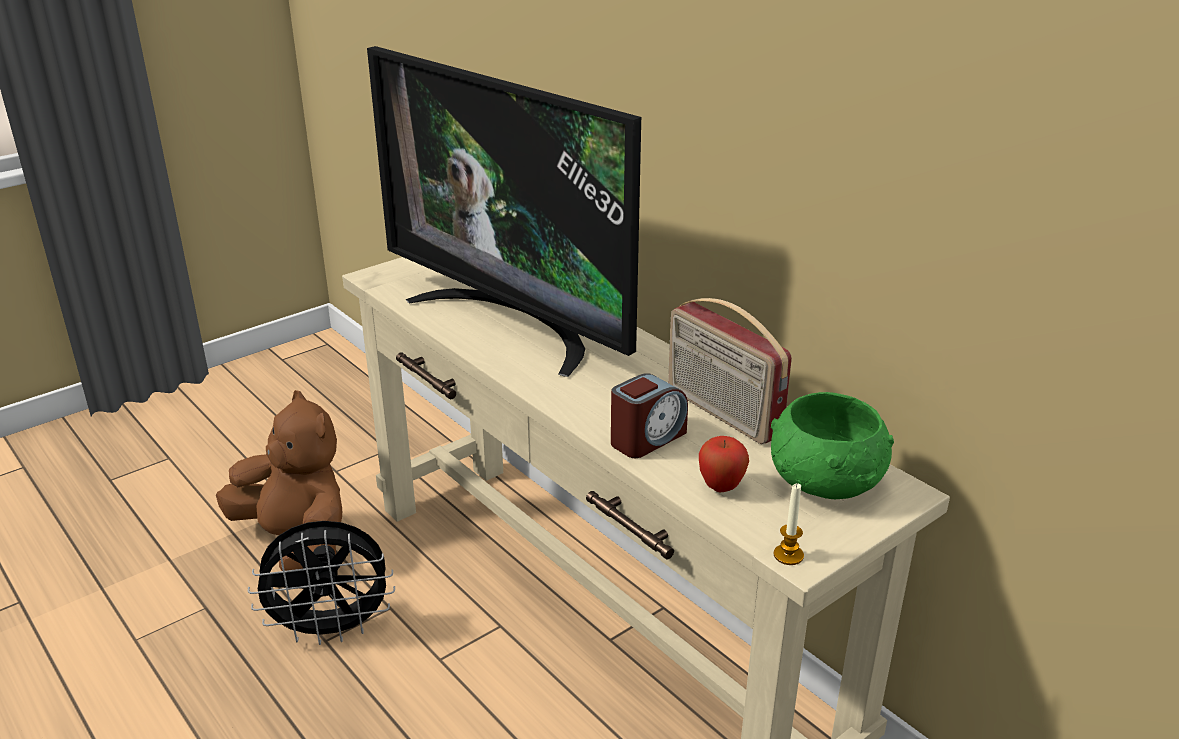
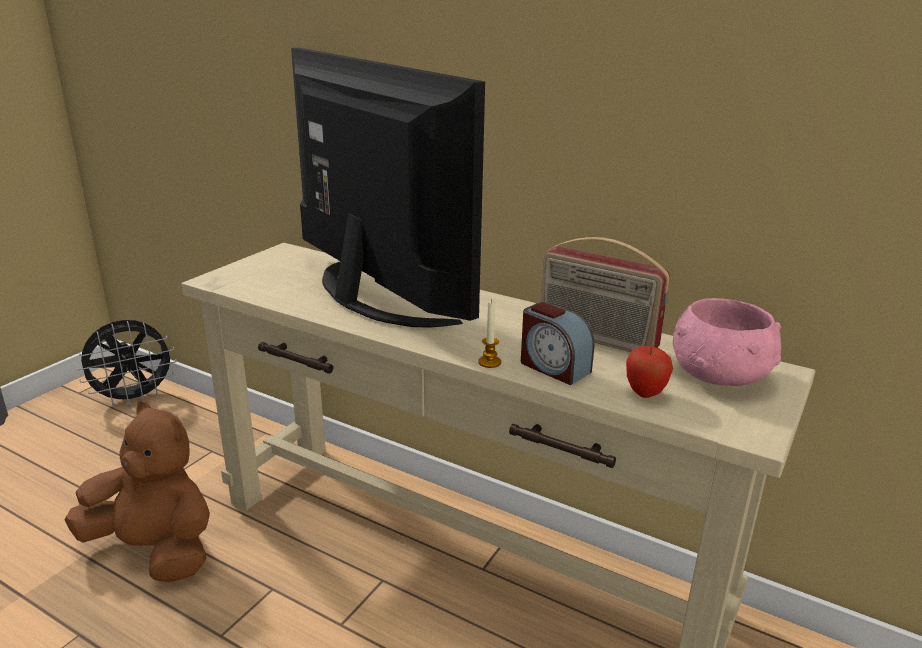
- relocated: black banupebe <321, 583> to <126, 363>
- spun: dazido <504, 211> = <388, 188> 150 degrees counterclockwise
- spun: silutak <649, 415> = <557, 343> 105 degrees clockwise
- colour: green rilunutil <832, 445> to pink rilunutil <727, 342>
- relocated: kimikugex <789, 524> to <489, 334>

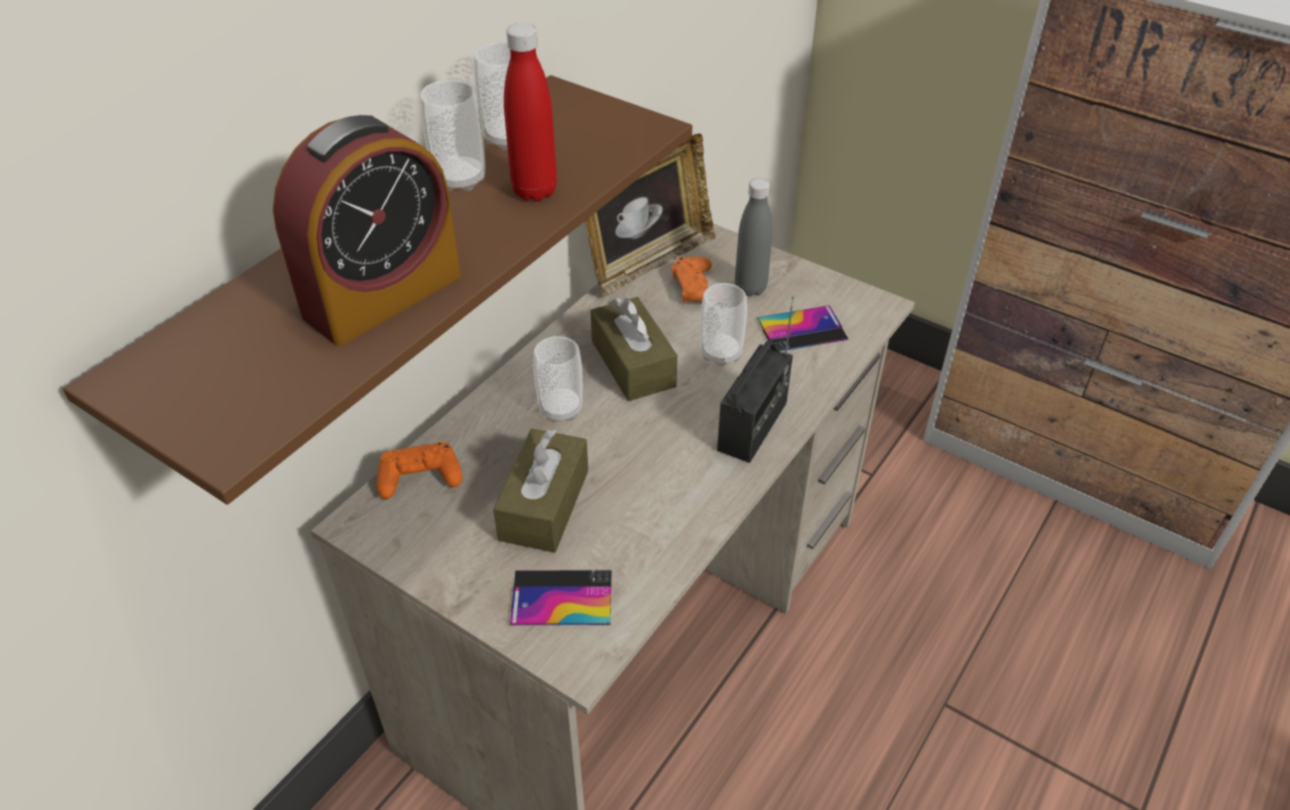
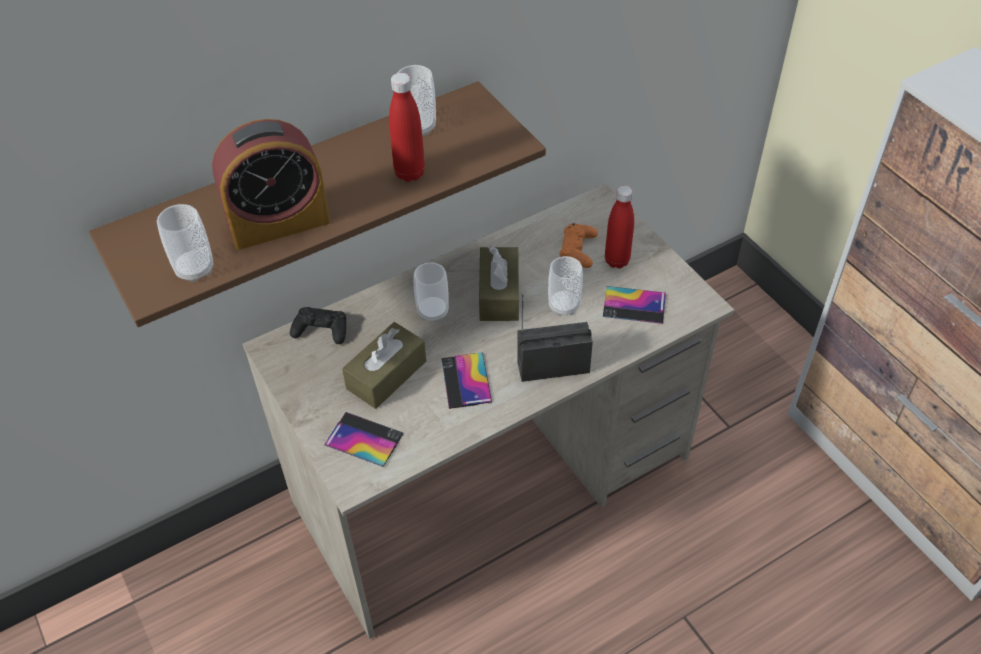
- colour: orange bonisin <419, 470> to black bonisin <318, 325>
- relocated: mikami <453, 135> to <185, 243>
- missing: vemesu <650, 215>
- spun: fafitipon <755, 380> = <555, 338> 150 degrees counterclockwise
- colour: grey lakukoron <753, 237> to red lakukoron <619, 227>
- appeared: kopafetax <466, 380>

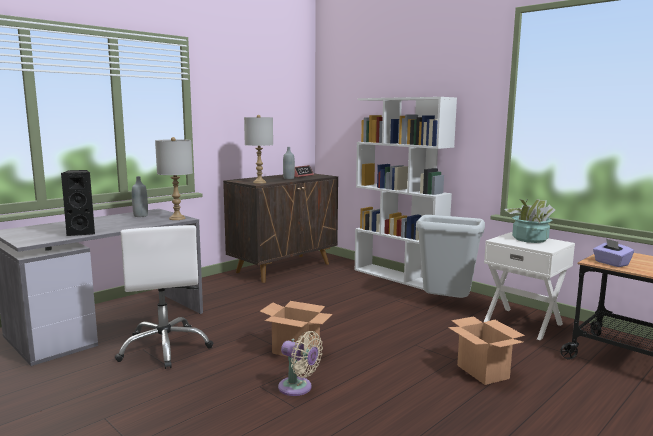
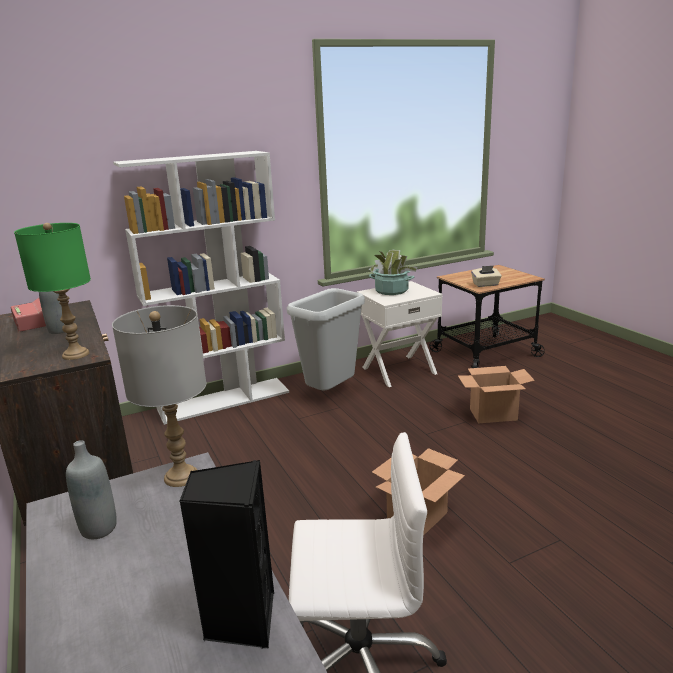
- colour: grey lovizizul <258, 149> to green lovizizul <52, 291>
- missing: beige banupebe <300, 363>
- colour: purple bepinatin <613, 253> to beige bepinatin <486, 276>

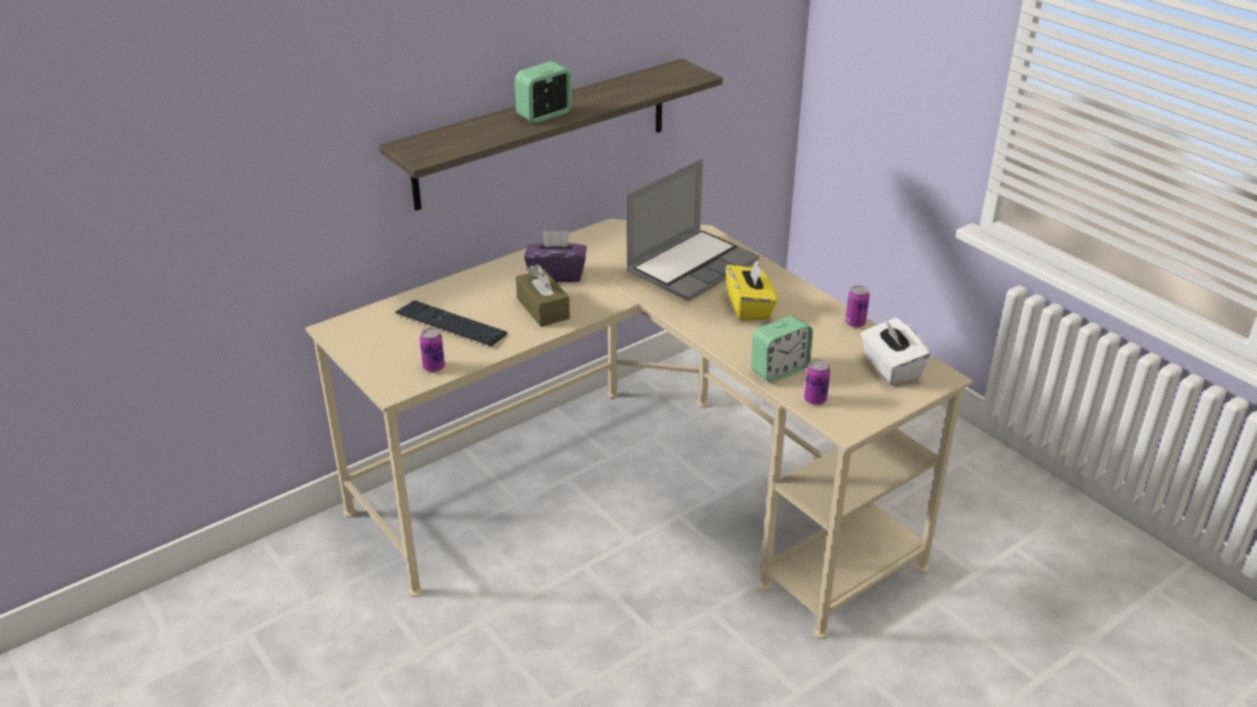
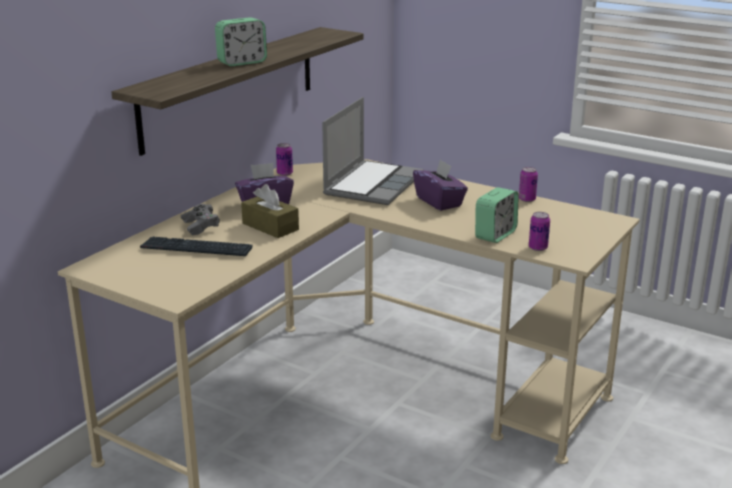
- relocated: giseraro <432, 350> to <284, 159>
- spun: silutak <543, 92> = <241, 42> 150 degrees counterclockwise
- colour: yellow bepinatin <751, 290> to purple bepinatin <440, 185>
- missing: white bepinatin <896, 351>
- appeared: grey bonisin <200, 219>

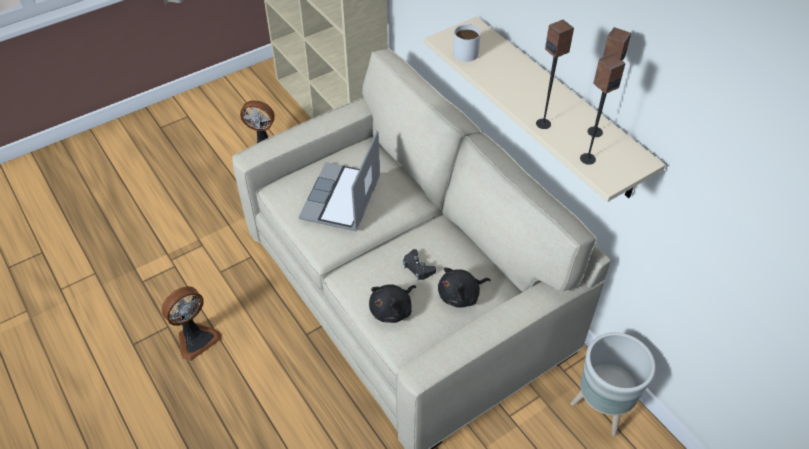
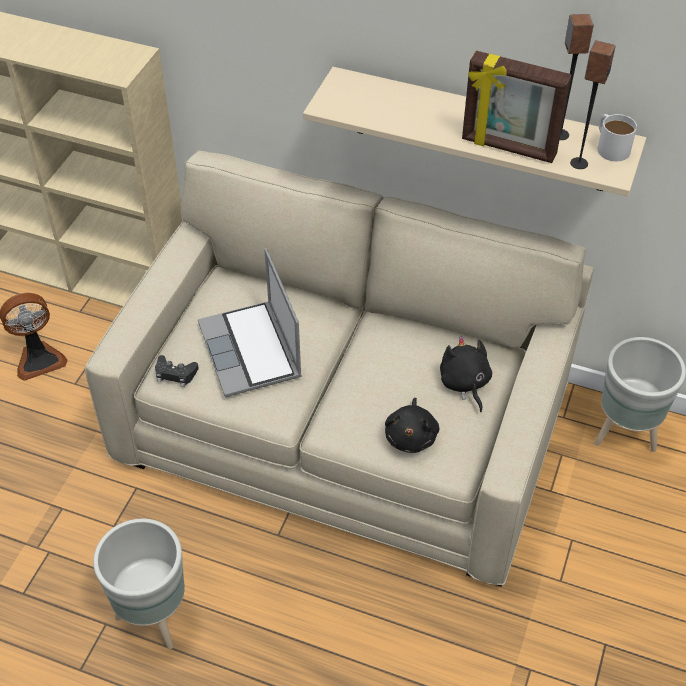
- exchanged: banupebe <191, 323> to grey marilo <139, 583>
- relocated: black bonisin <419, 265> to <177, 371>
- spun: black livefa <464, 287> = <466, 374> 135 degrees clockwise
- relocated: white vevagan <467, 43> to <617, 137>
- exchanged: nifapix <555, 74> to vemesu <517, 107>

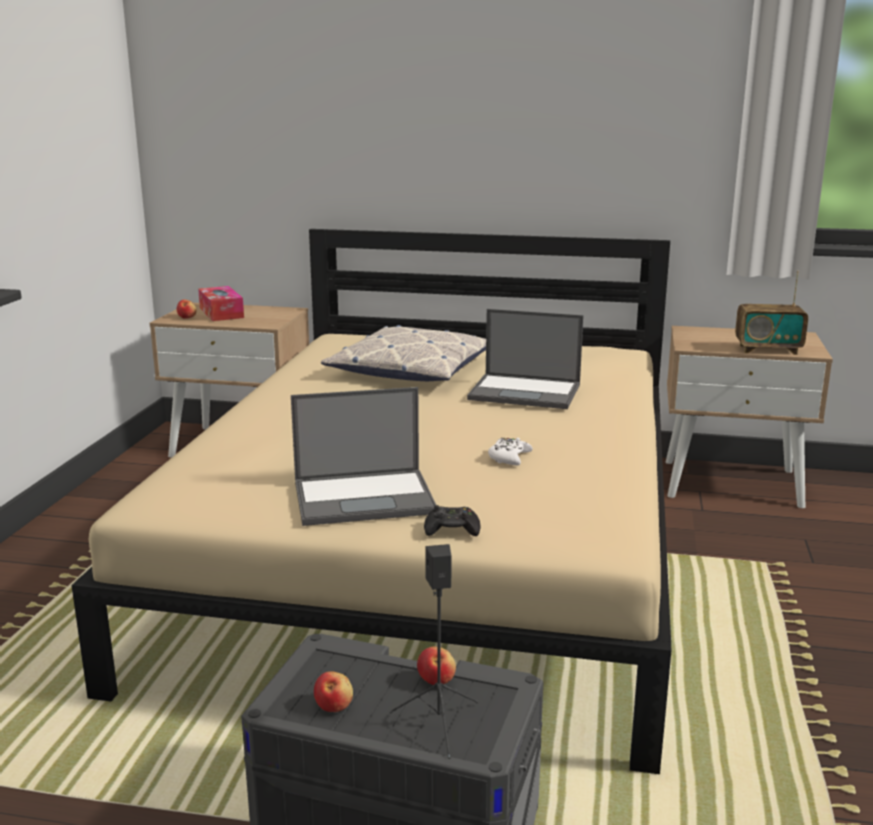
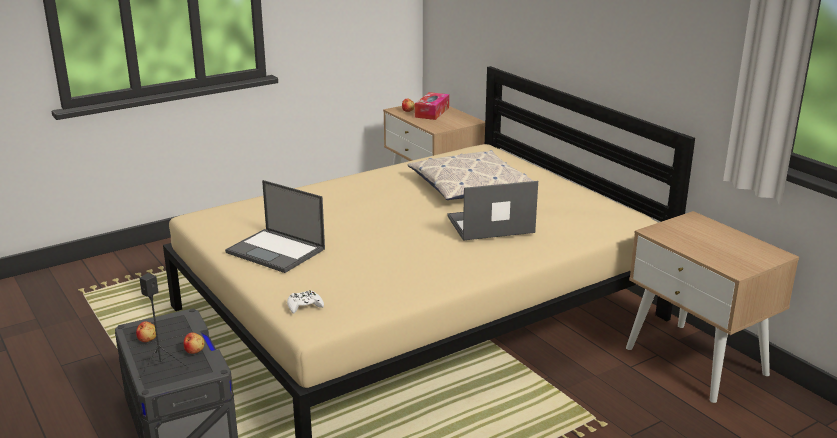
- missing: black bonisin <452, 520>
- spun: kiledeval <525, 359> = <492, 211> 105 degrees clockwise
- relocated: white bonisin <510, 452> to <305, 302>
- missing: fafitipon <771, 313>

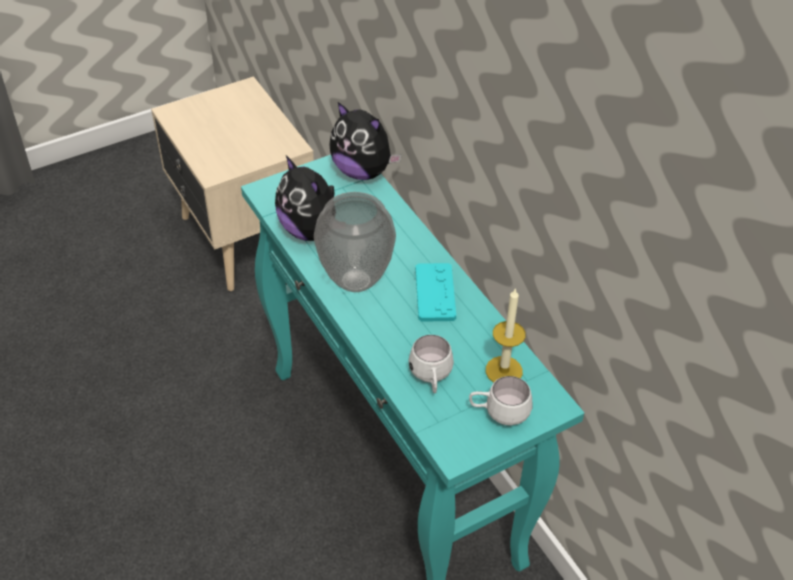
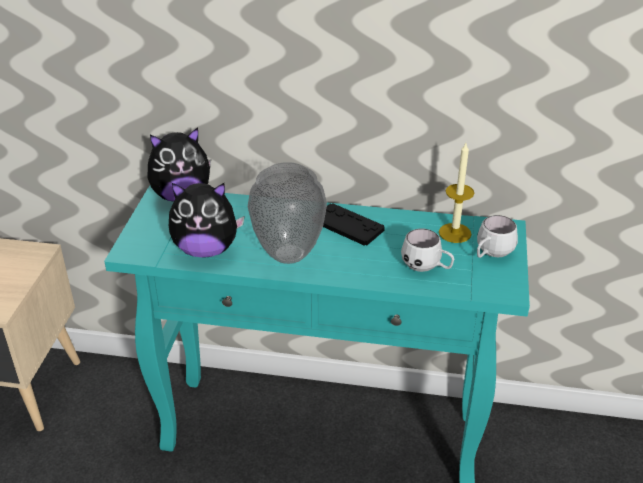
- colour: turquoise bonisin <435, 292> to black bonisin <354, 224>

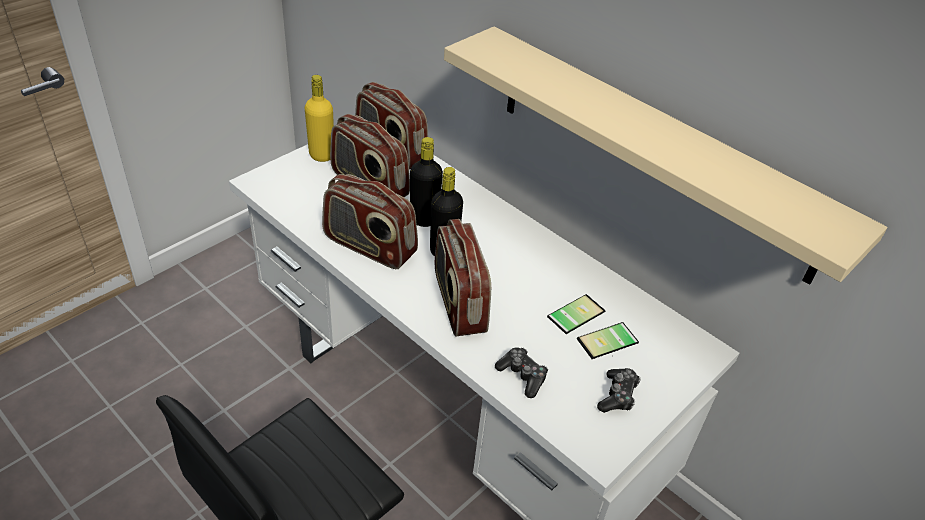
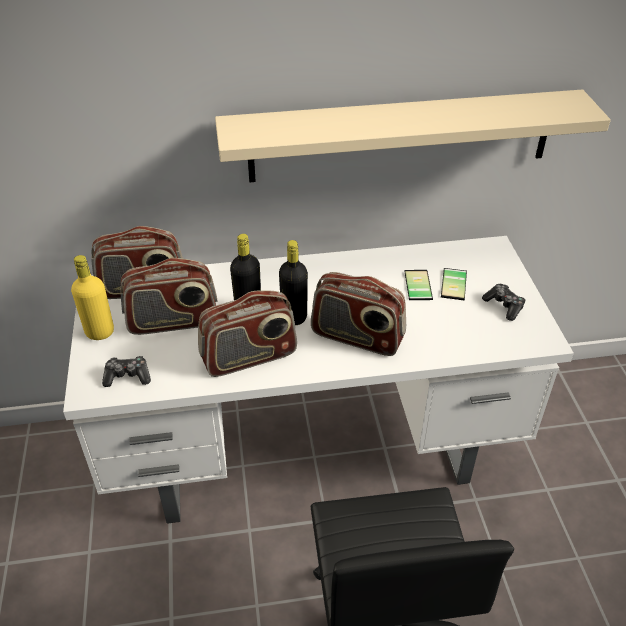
- relocated: bonisin <521, 372> to <126, 371>

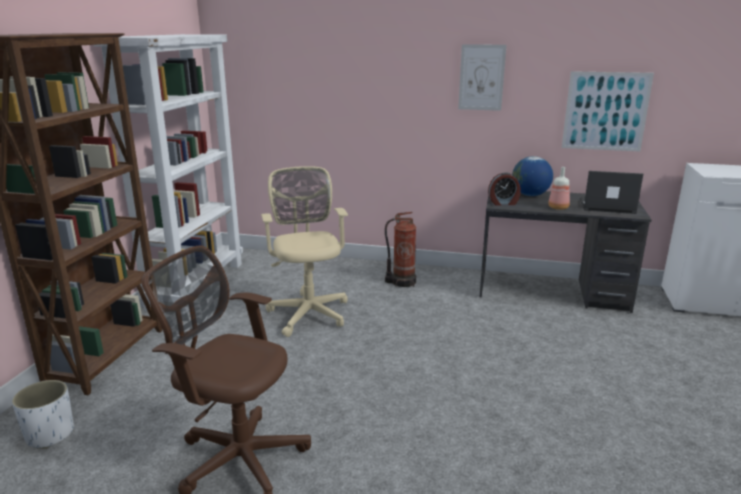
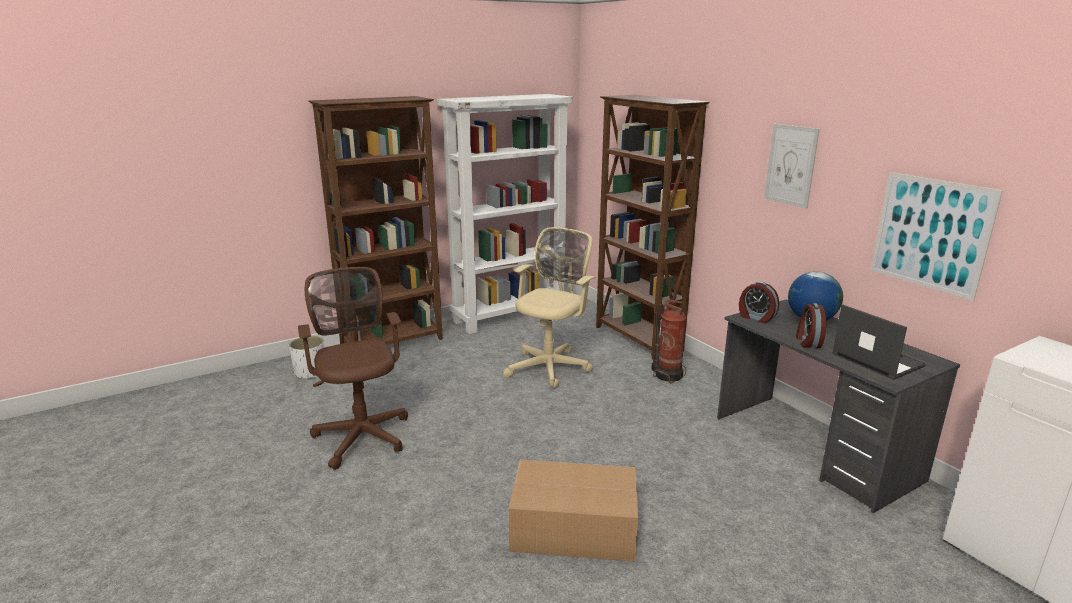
- exchanged: lakukoron <559, 188> to silutak <811, 325>
- appeared: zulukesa <573, 511>
- appeared: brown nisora <653, 227>

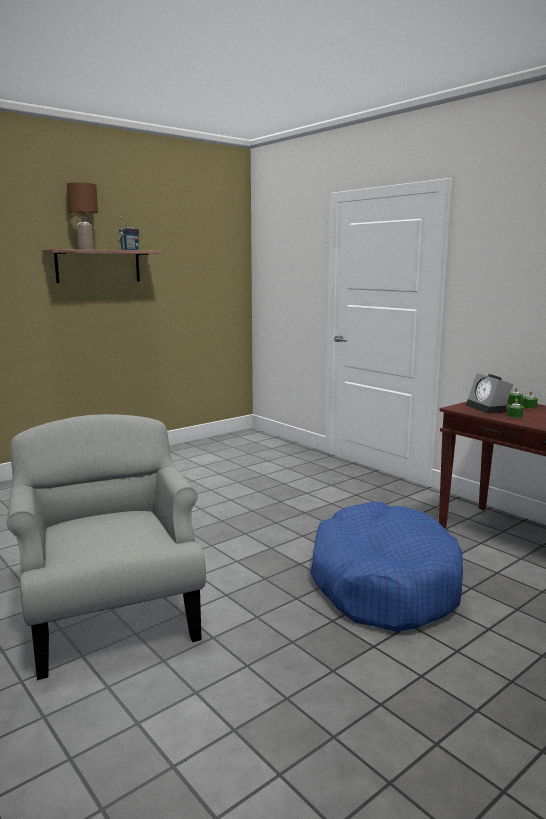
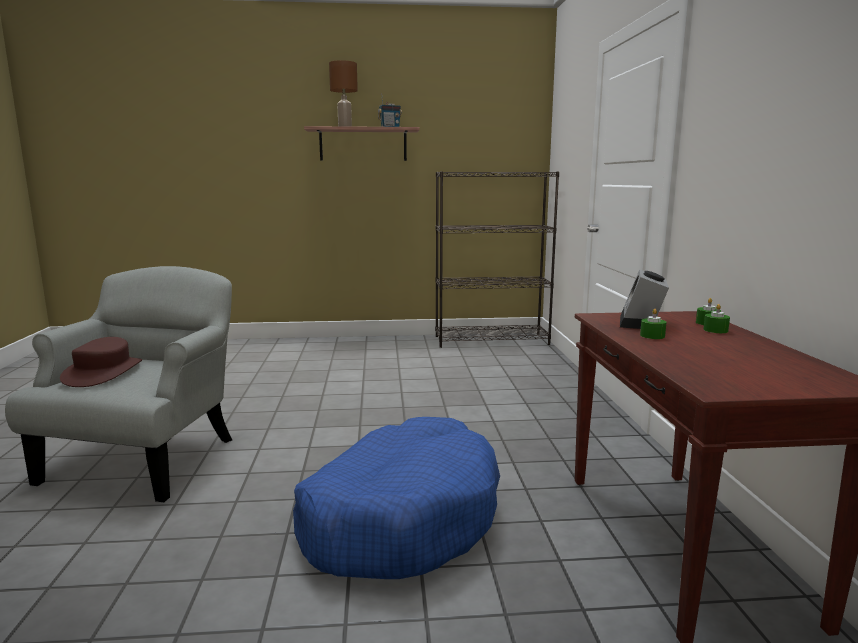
- appeared: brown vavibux <101, 362>
- appeared: black nisora <497, 259>

